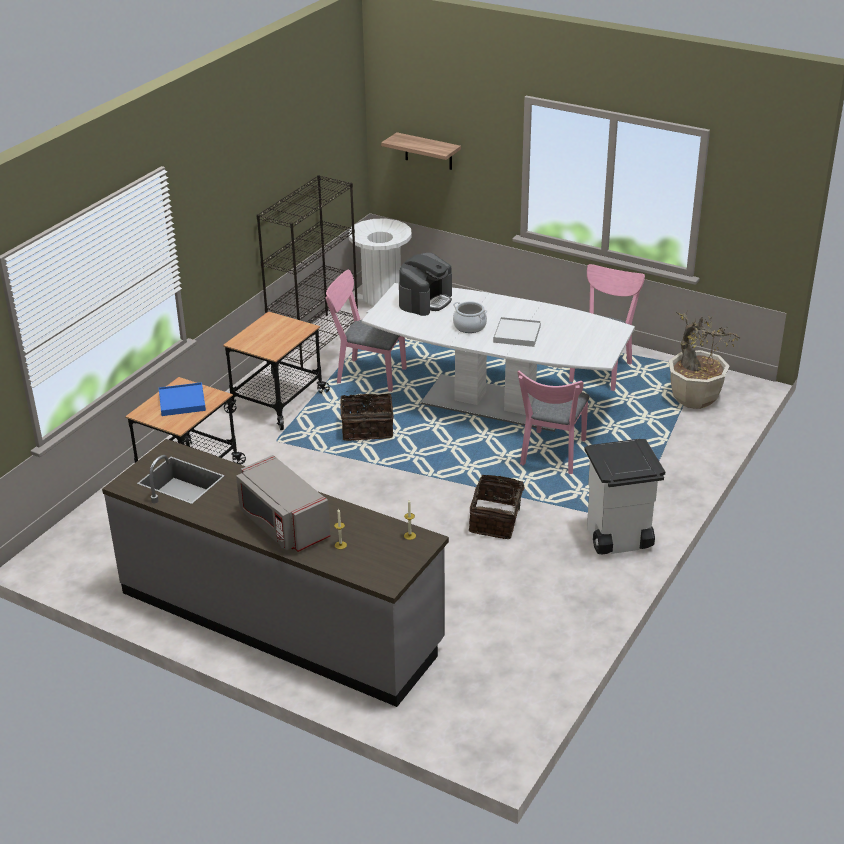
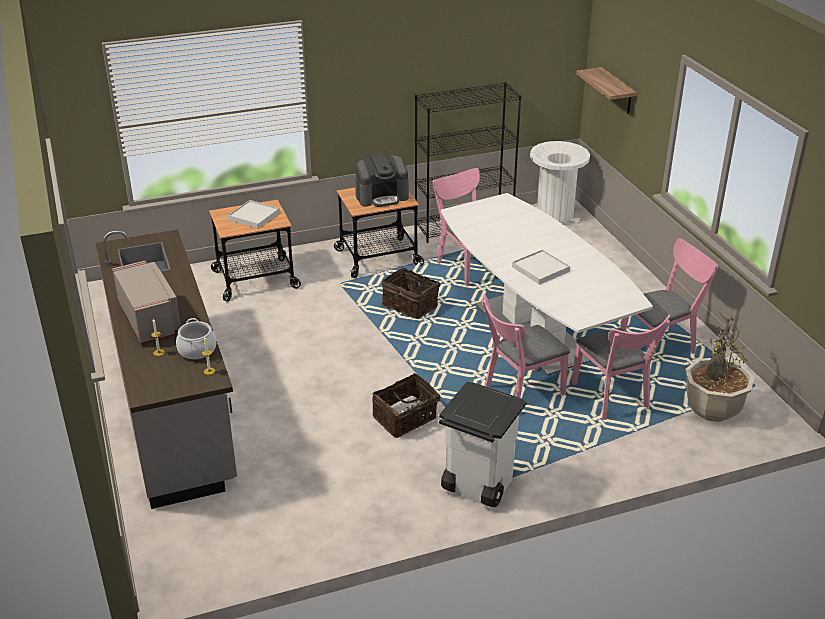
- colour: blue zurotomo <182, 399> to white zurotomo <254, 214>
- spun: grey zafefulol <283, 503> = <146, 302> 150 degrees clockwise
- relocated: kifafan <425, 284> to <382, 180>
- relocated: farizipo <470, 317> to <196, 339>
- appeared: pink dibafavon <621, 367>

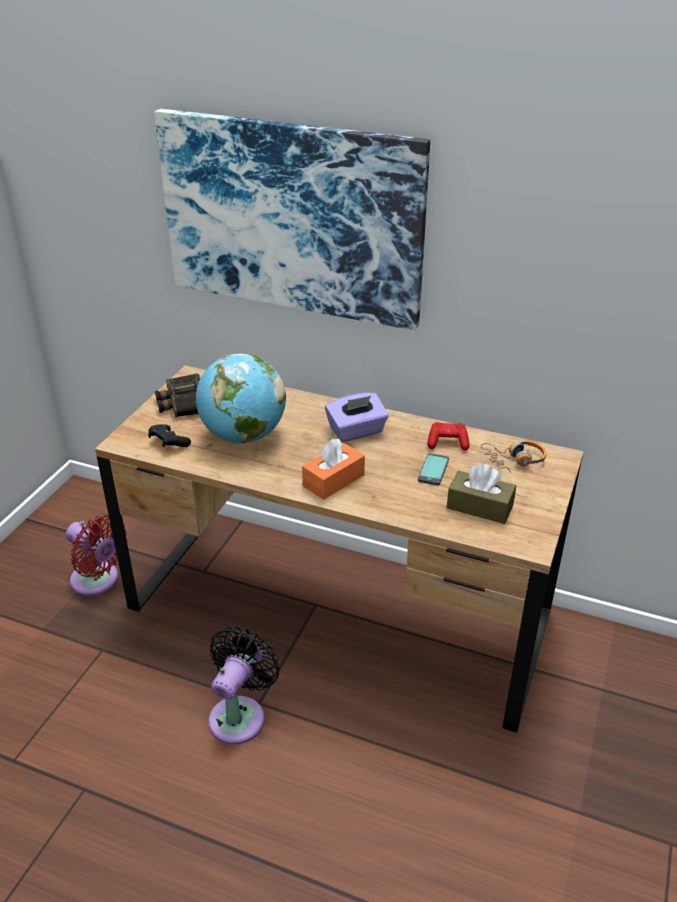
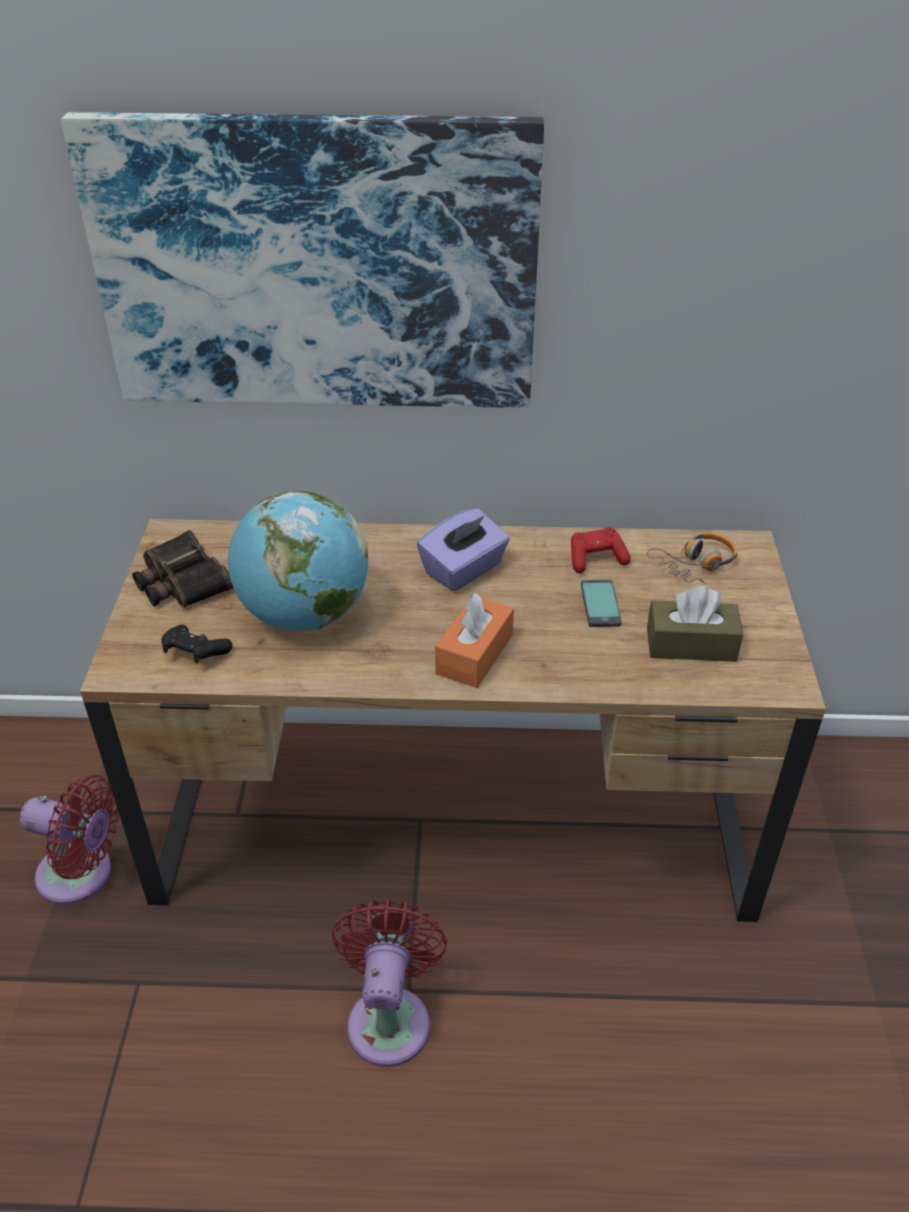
- colour: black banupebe <244, 686> to red banupebe <389, 983>

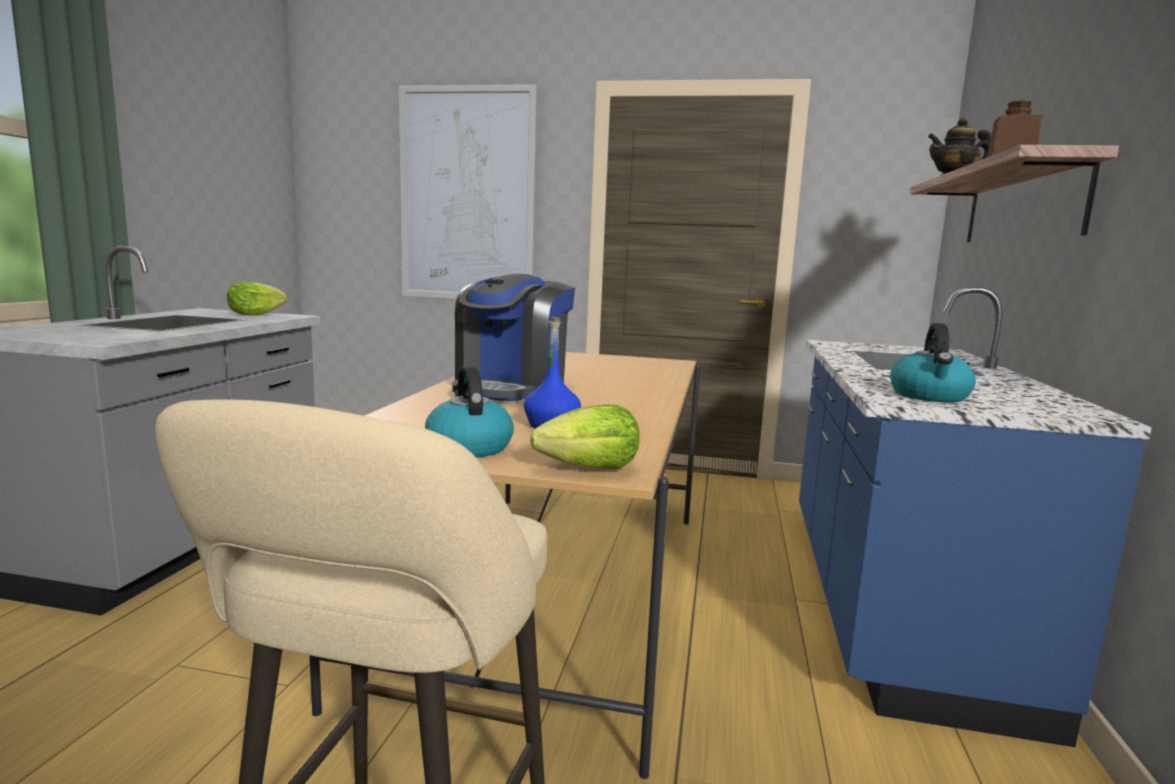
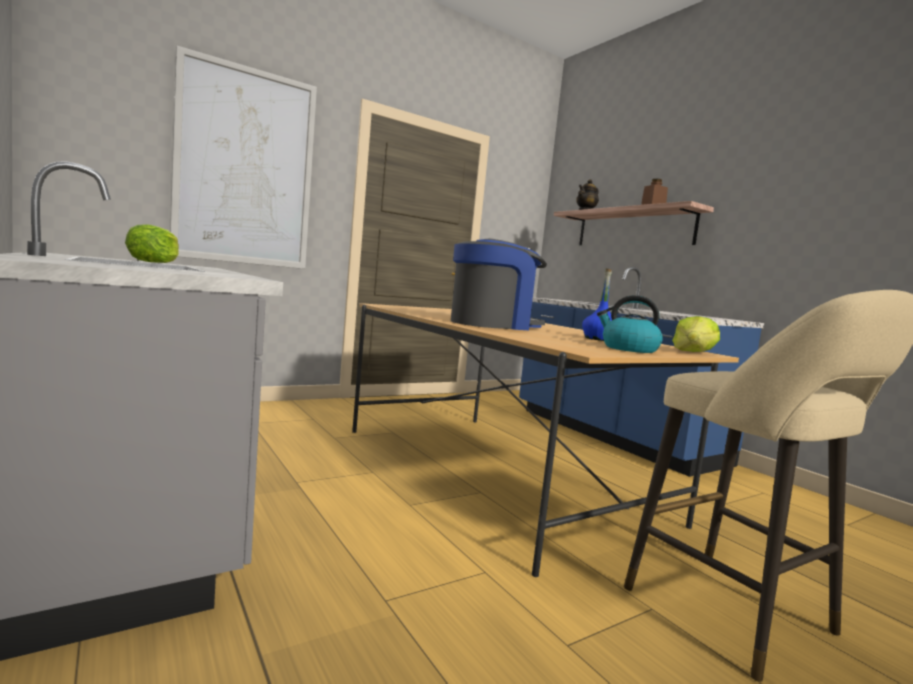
- spun: kifafan <513, 338> = <499, 284> 90 degrees counterclockwise
- missing: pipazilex <933, 362>

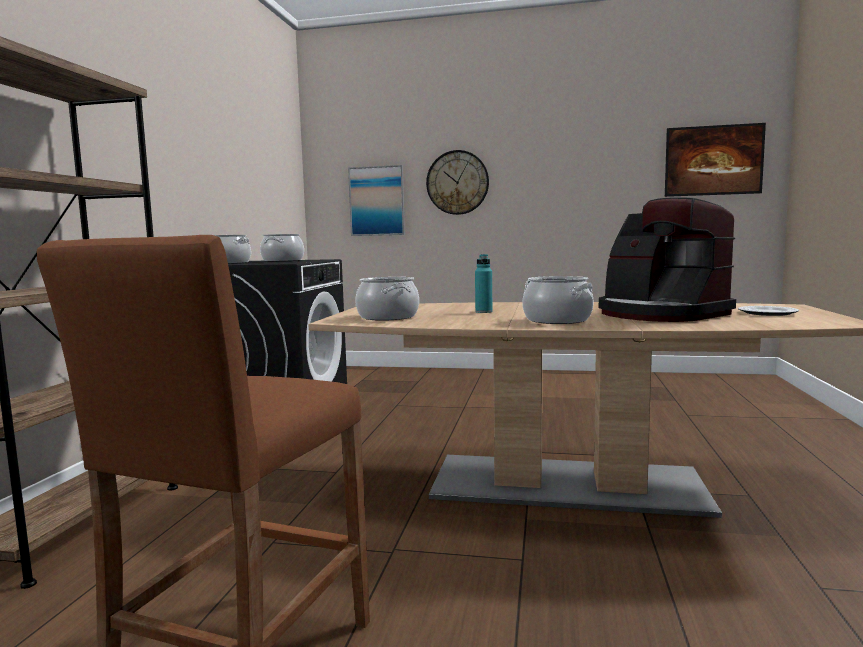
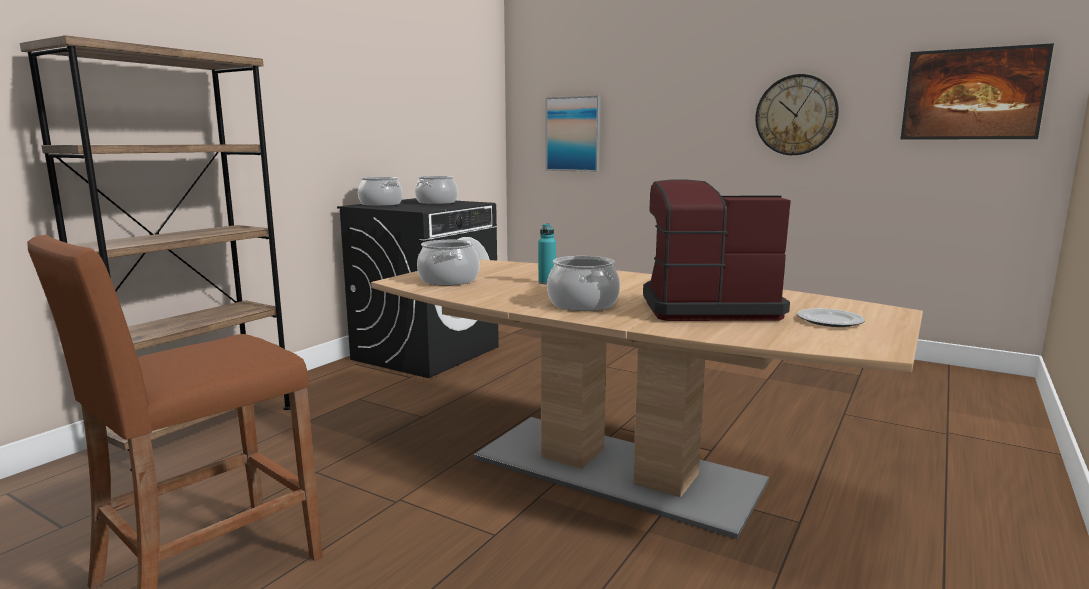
- relocated: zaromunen <457, 182> to <797, 114>
- spun: kifafan <667, 259> = <717, 250> 105 degrees clockwise

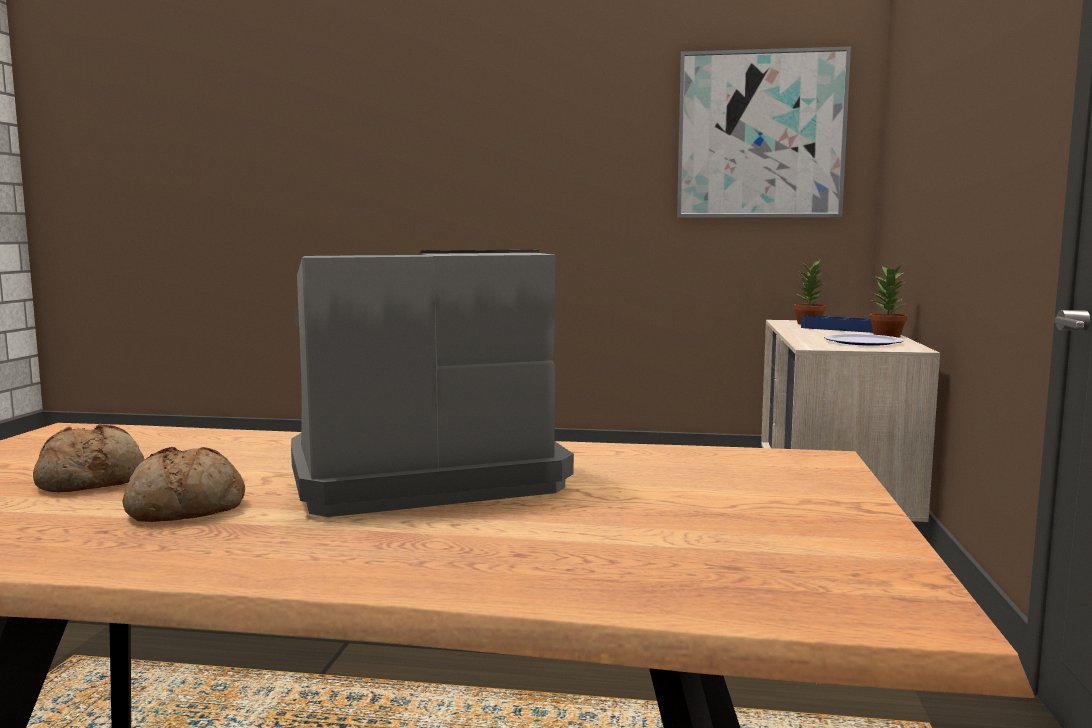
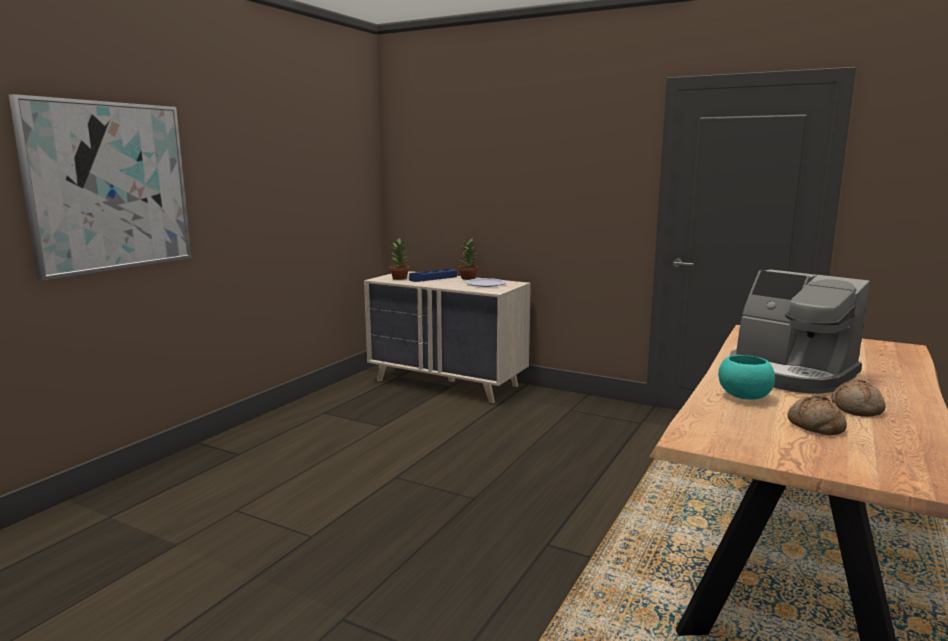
- spun: kifafan <432, 383> = <800, 331> 45 degrees counterclockwise
- relocated: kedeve <764, 131> to <100, 187>
- appeared: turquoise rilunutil <746, 377>

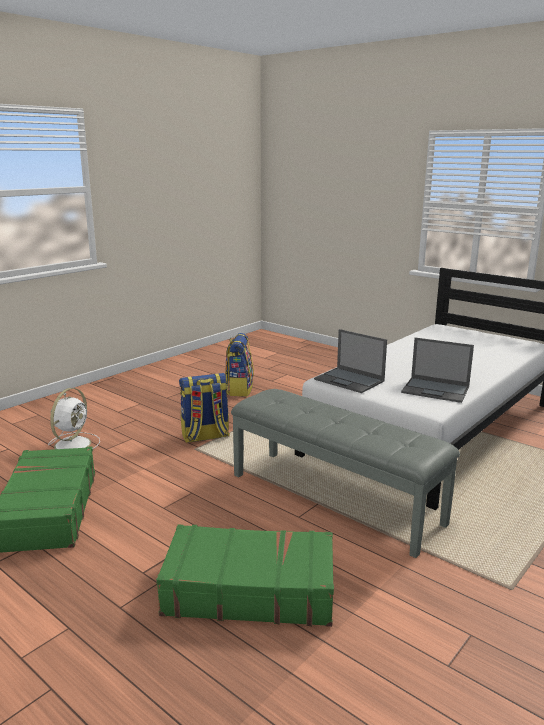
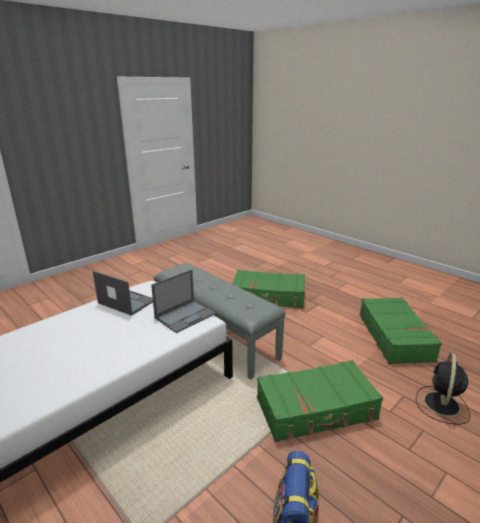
- colour: white banupebe <74, 418> to black banupebe <443, 389>
- exchanged: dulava <204, 408> to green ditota <320, 401>
- spun: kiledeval <350, 361> = <183, 301> 90 degrees clockwise

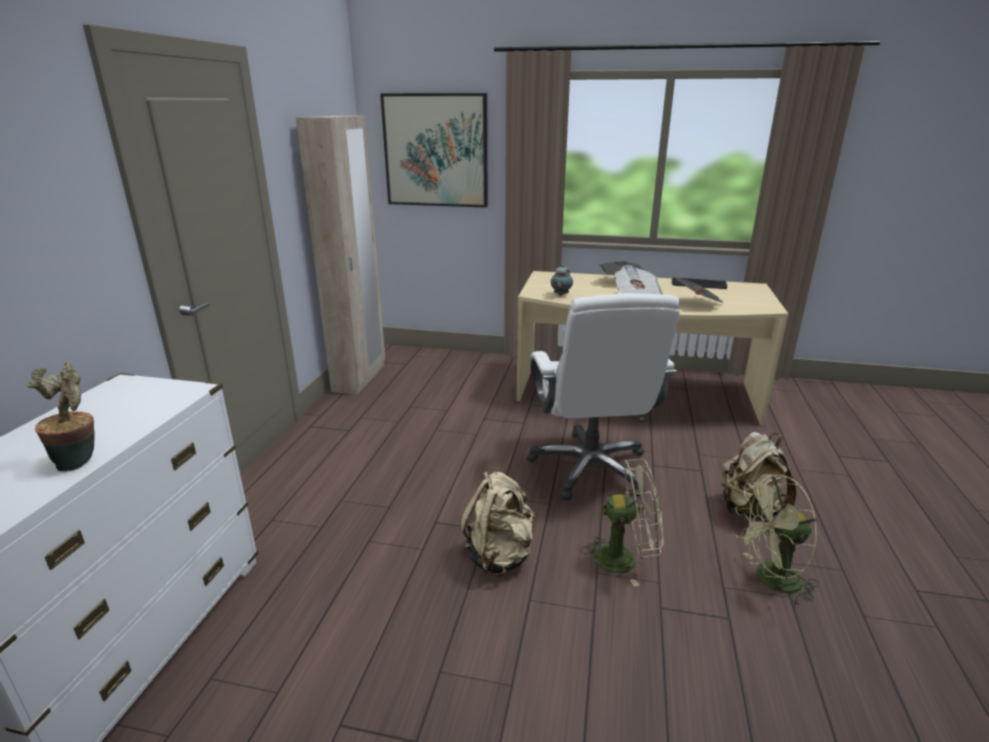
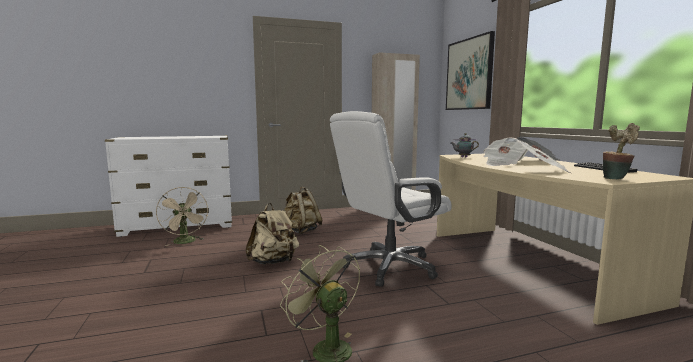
- relocated: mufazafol <61, 416> to <621, 151>
- relocated: beige banupebe <622, 523> to <182, 216>
- relocated: beige dulava <758, 475> to <303, 210>

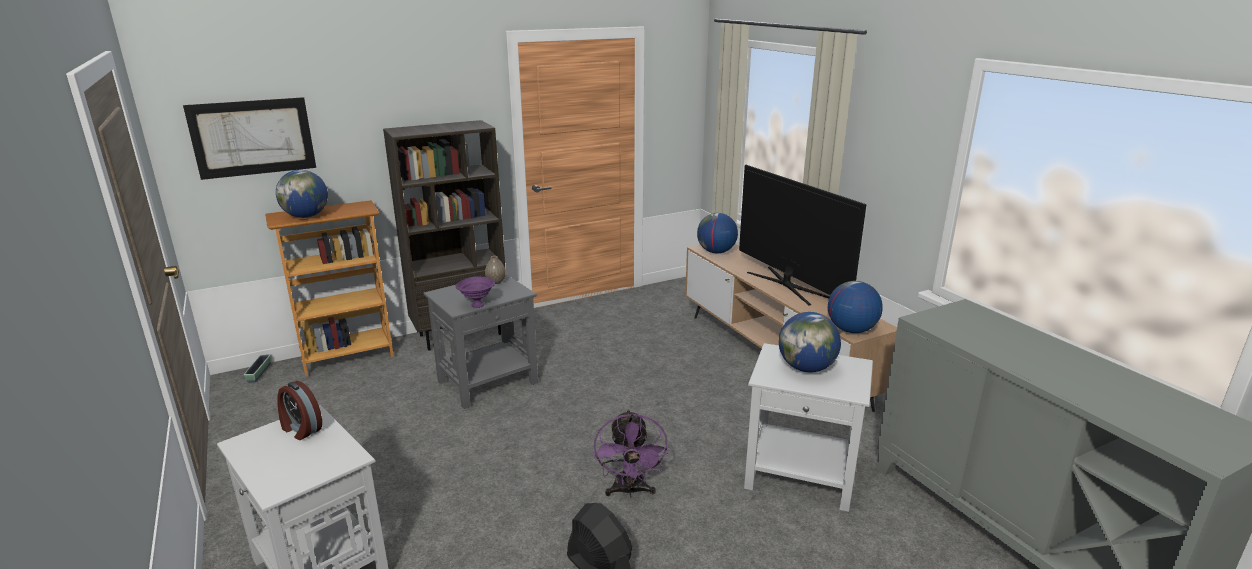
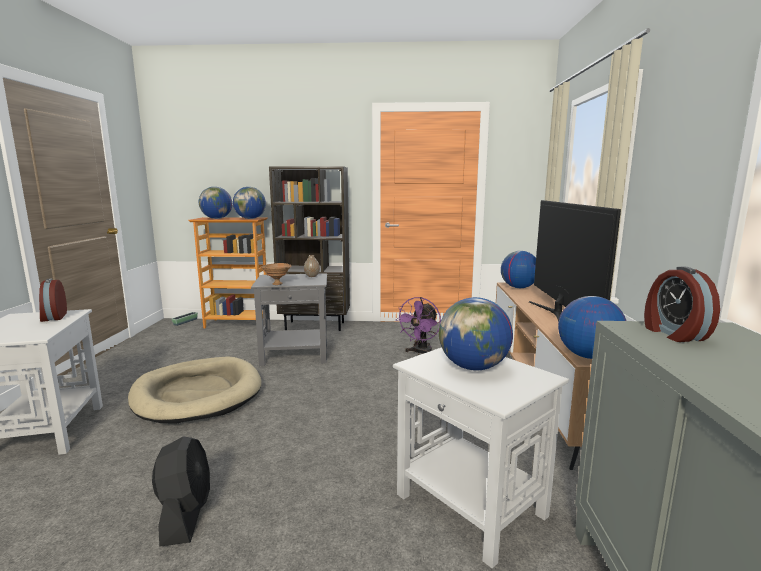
- missing: kedeve <249, 138>
- colour: purple rilunutil <475, 292> to brown rilunutil <276, 274>
- relocated: purple banupebe <631, 453> to <418, 326>
- appeared: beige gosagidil <194, 390>
- appeared: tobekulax <249, 203>
- appeared: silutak <682, 304>

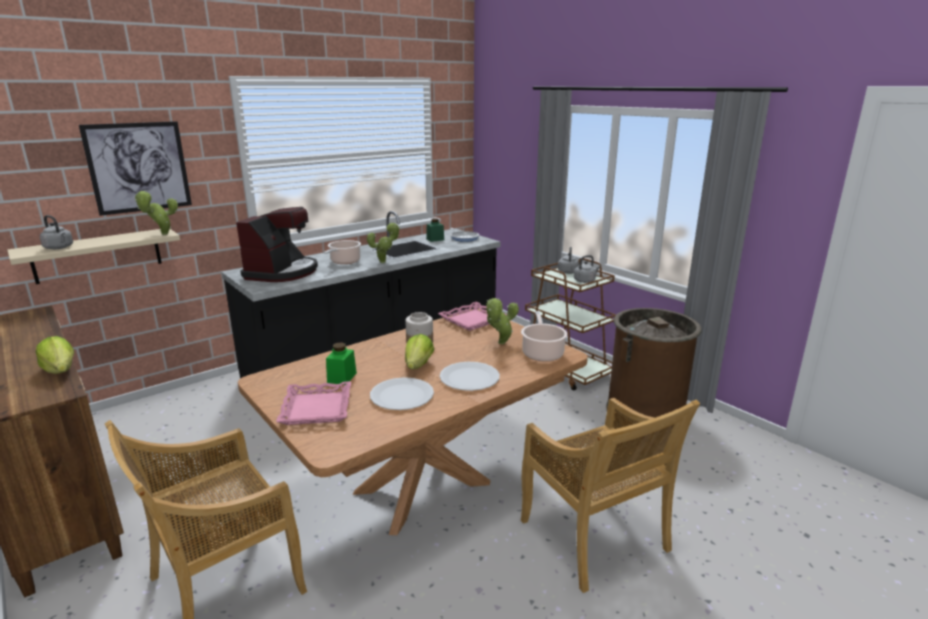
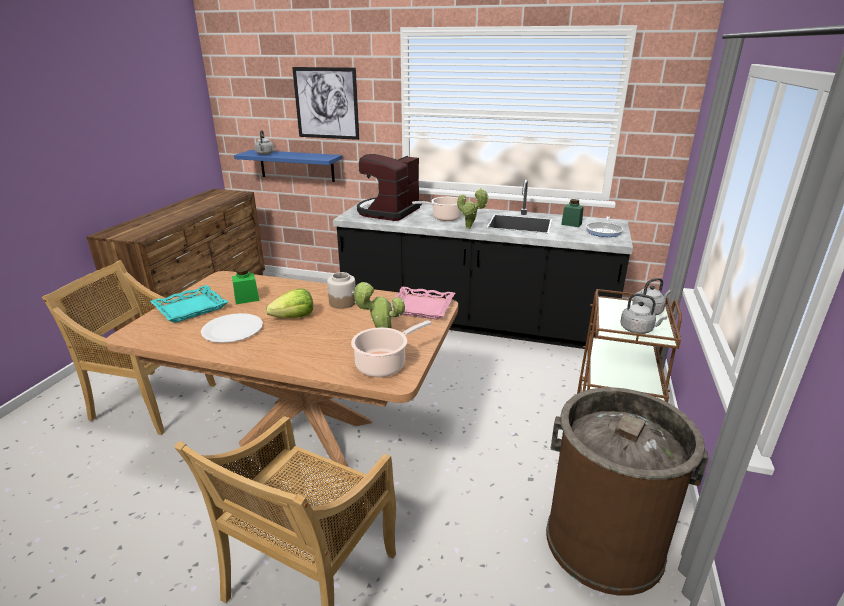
- colour: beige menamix <93, 256> to blue menamix <288, 166>
- missing: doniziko <55, 355>
- missing: mufazafol <156, 213>
- spun: kifafan <277, 244> = <389, 187> 135 degrees clockwise
- colour: pink zurotomo <313, 403> to turquoise zurotomo <189, 304>
- missing: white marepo <470, 376>

